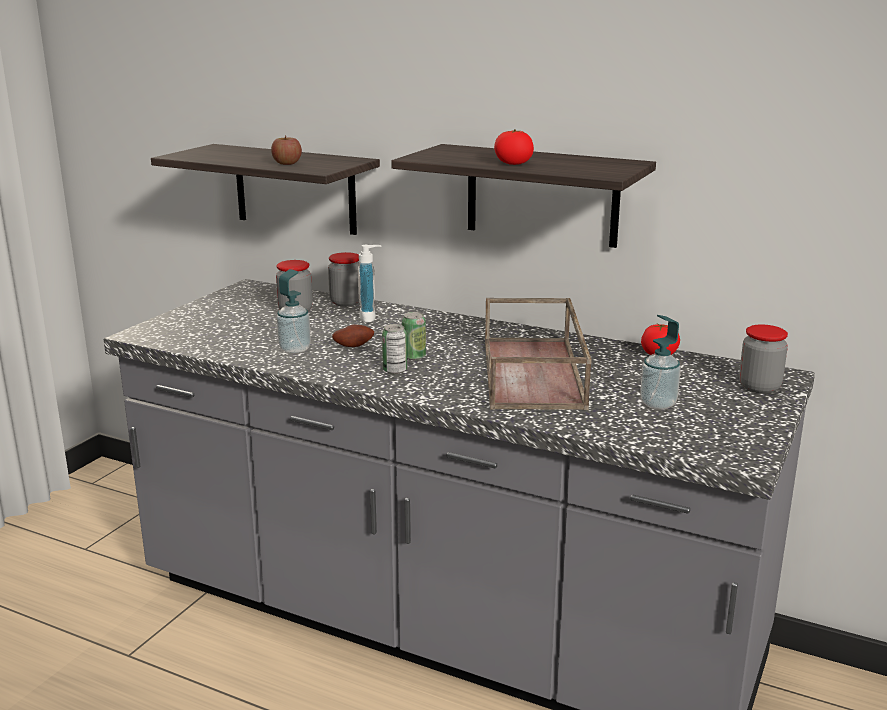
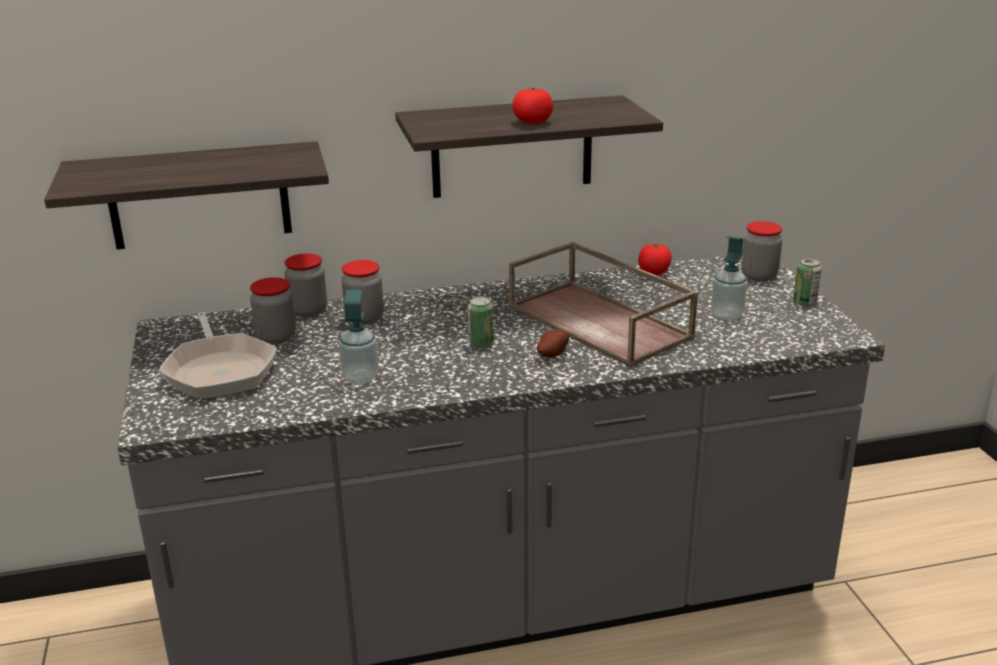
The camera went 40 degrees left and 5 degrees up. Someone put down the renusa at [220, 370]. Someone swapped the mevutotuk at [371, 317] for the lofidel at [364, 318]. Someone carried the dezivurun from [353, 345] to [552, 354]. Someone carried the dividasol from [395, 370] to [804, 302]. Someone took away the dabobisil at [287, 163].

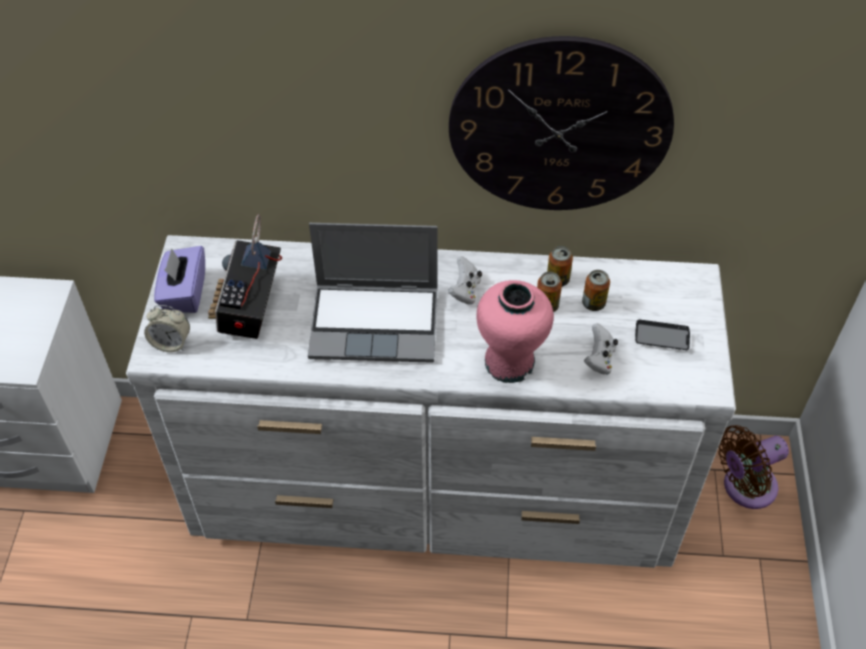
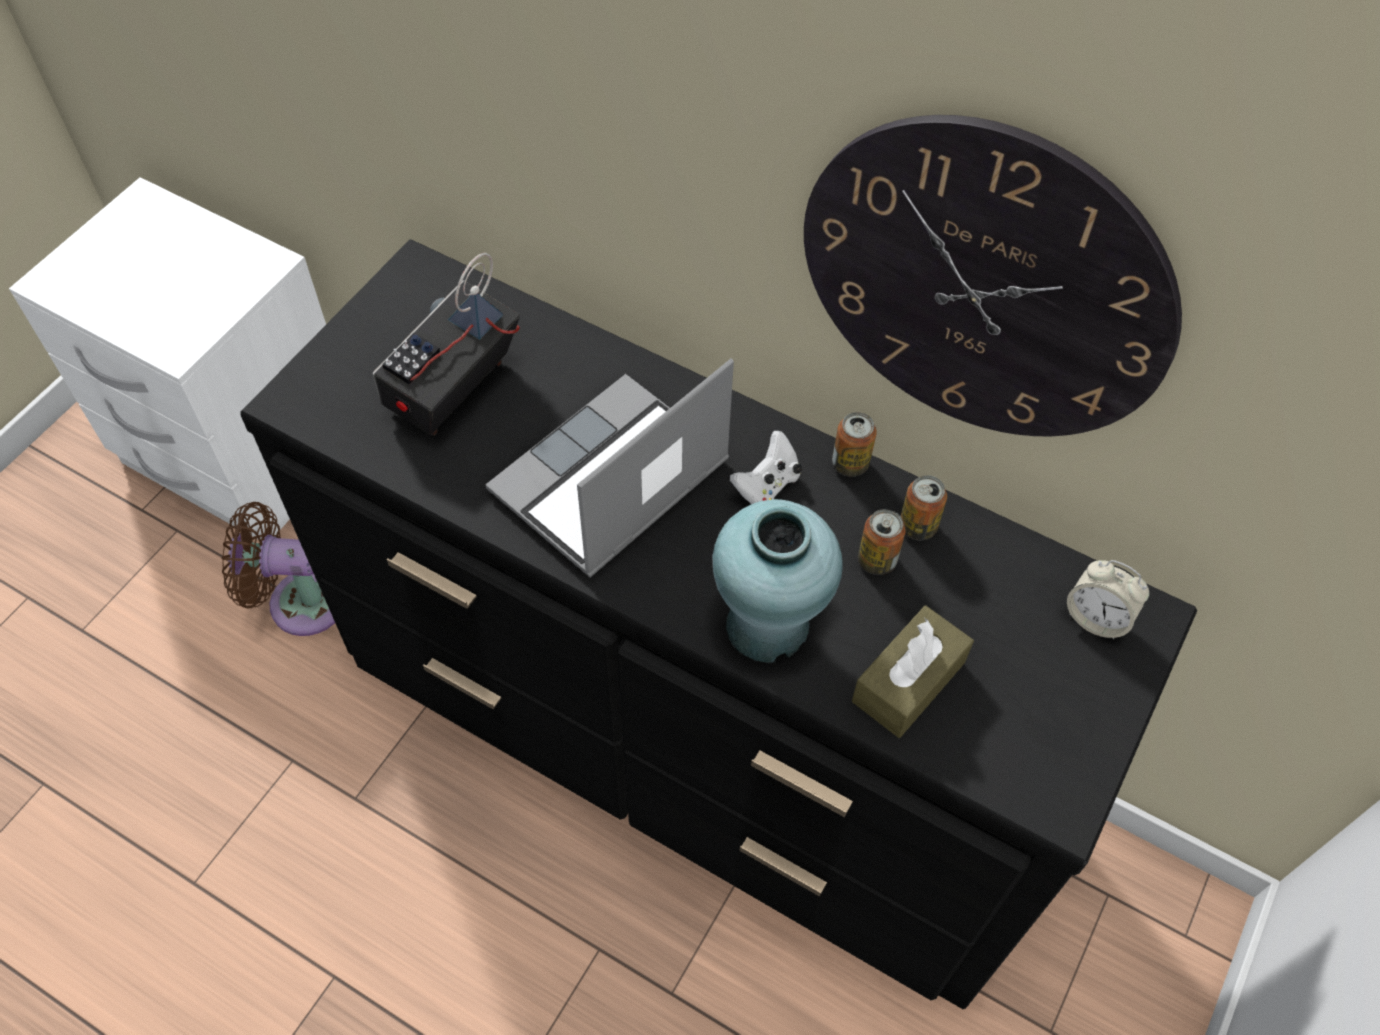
The camera went 25 degrees right and 5 degrees up. Someone carried the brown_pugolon from [744, 487] to [299, 602]. Someone repainted the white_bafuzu at [435, 488], which became the black_bafuzu at [689, 734]. Someone rotated the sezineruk at [376, 323] by 105 degrees clockwise. Someone repainted the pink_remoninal at [509, 362], which became the turquoise_remoninal at [768, 625]. Someone carried the dividasol from [593, 303] to [850, 464]. Someone swapped the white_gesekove at [599, 359] for the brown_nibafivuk at [908, 682]. Someone carried the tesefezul from [171, 343] to [1096, 617]. Someone took away the purple_nibafivuk at [184, 293]. Someone took away the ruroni at [662, 336].

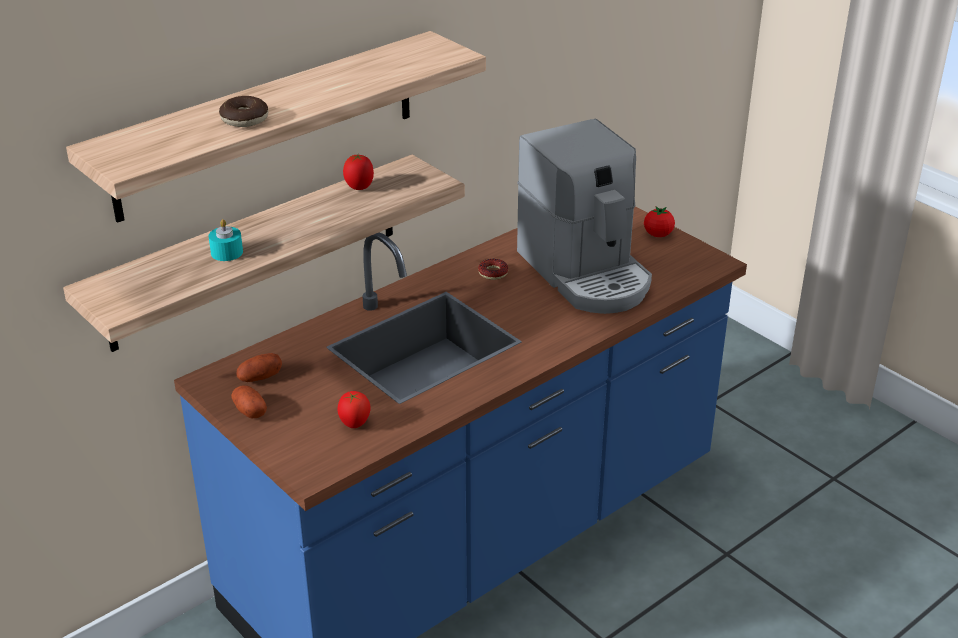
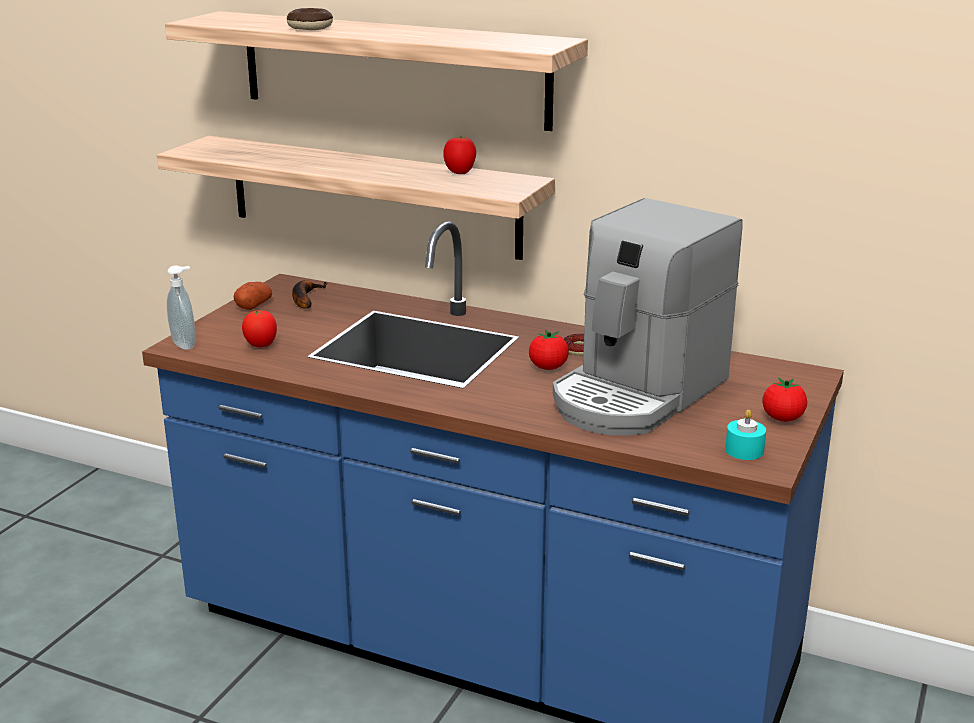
The camera went 65 degrees right and 10 degrees down. Someone put down the mevutotuk at [185, 344]. Someone swapped the dezivurun at [260, 377] for the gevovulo at [305, 298]. Someone put down the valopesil at [548, 367]. Someone carried the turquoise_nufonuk from [227, 252] to [744, 450].

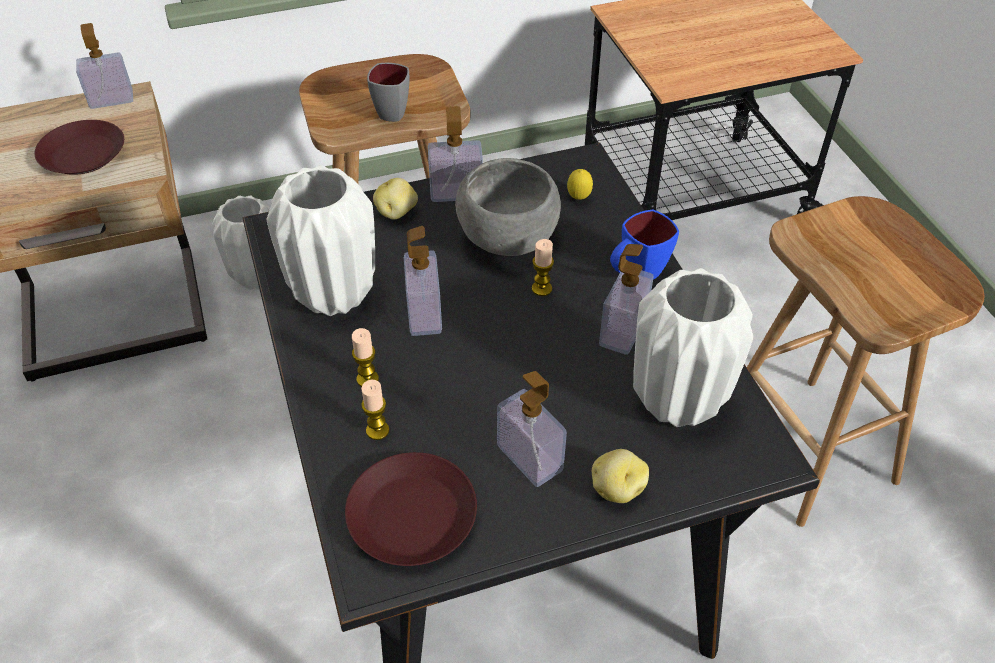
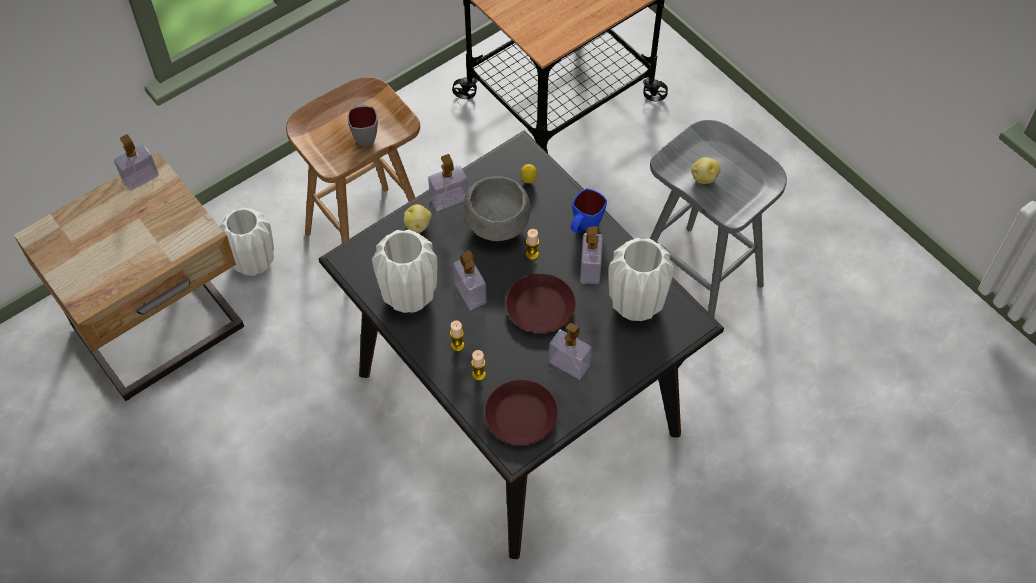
The camera went 20 degrees left and 10 degrees up. Someone carried the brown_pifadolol from [83, 155] to [541, 308]. Someone repainted the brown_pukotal at [809, 450], which became the grey_pukotal at [700, 280]. Someone carried the dezivurun from [616, 488] to [704, 177].

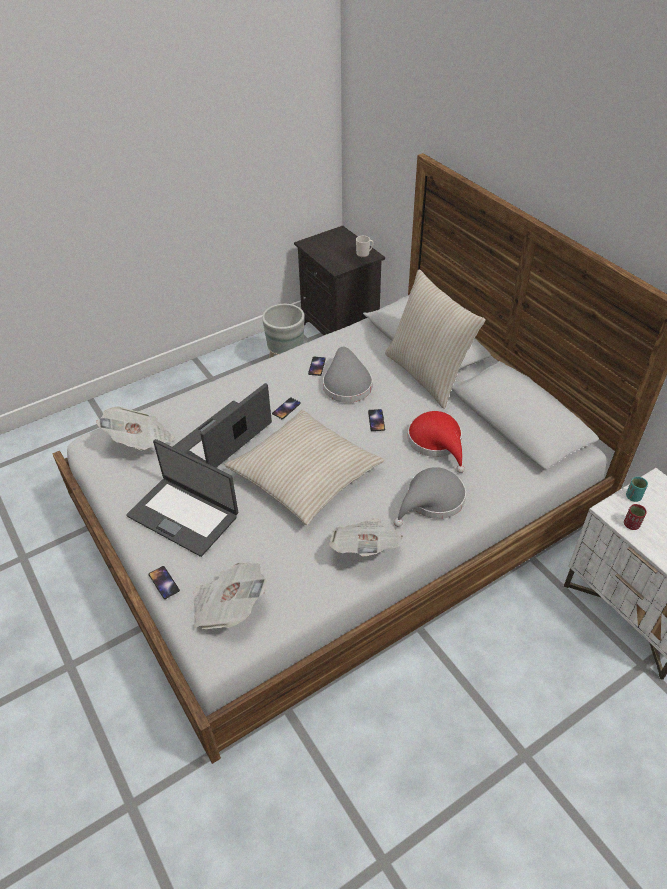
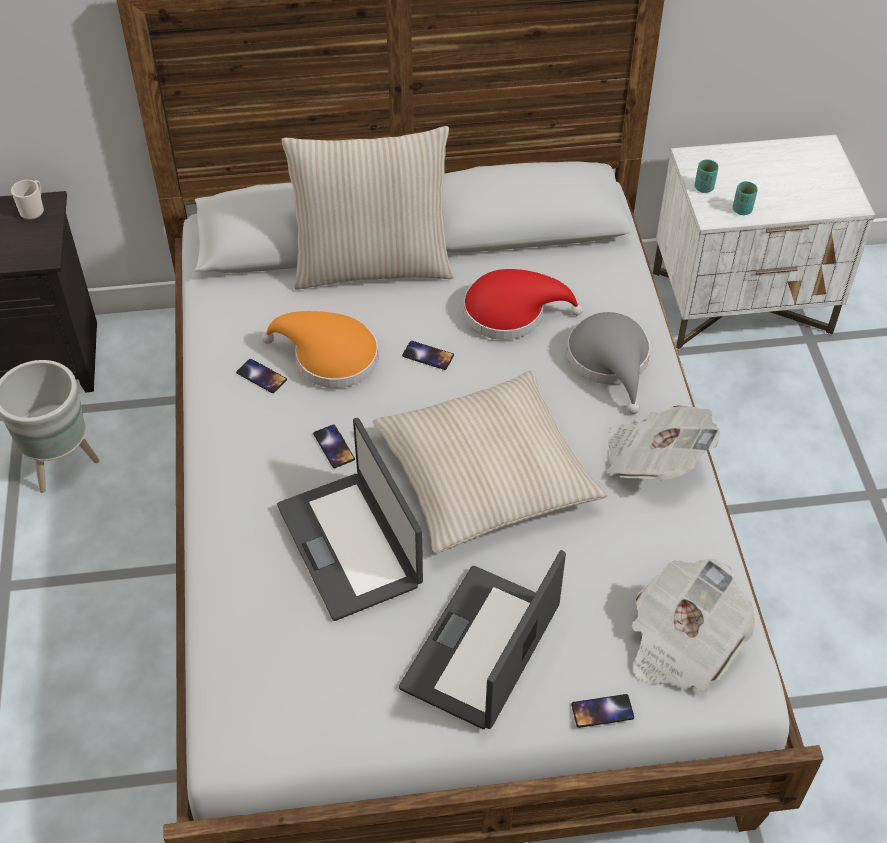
The camera went 65 degrees left and 5 degrees up. Someone repainted the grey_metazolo at [346, 384], which became the orange_metazolo at [329, 358]. Someone rotated the sezineruk at [184, 515] by 150 degrees clockwise. Someone repainted the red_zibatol at [631, 525], which became the turquoise_zibatol at [742, 210]. Someone took away the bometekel at [140, 441].

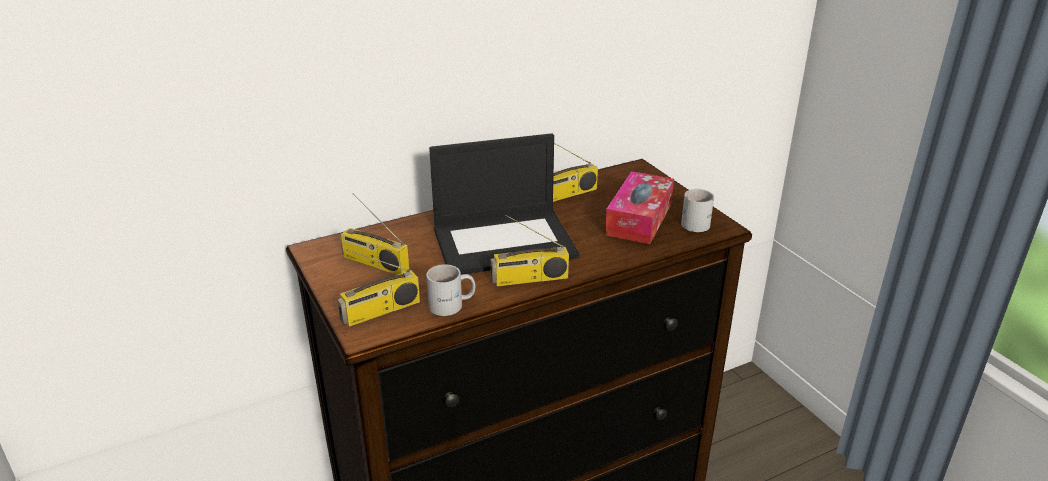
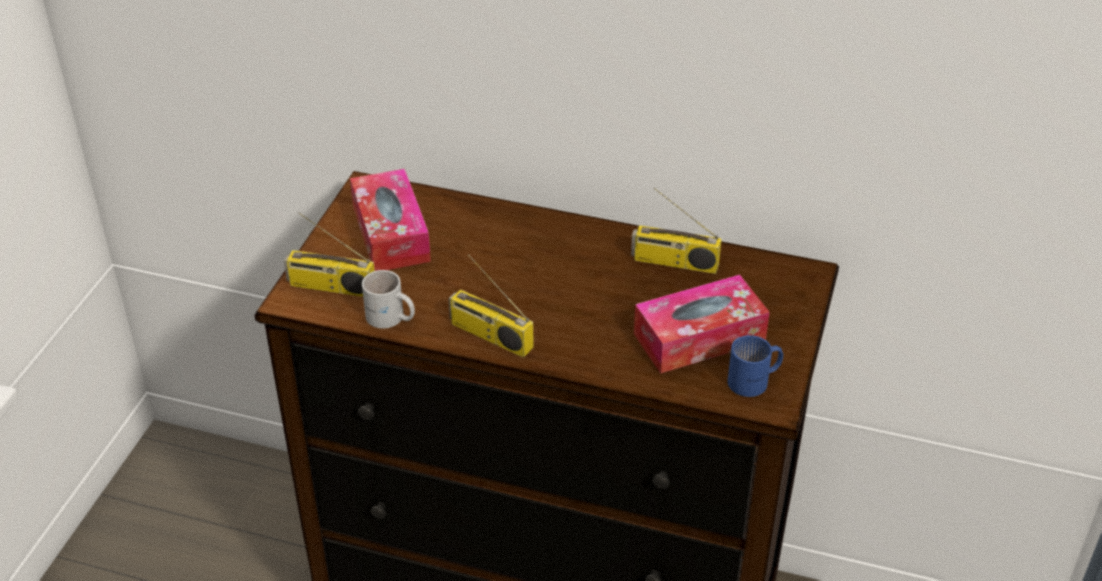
The camera went 45 degrees right and 10 degrees up. Someone swapped the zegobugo at [374, 263] for the nibafivuk at [391, 233]. Someone repainted the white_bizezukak at [698, 222], which became the blue_bizezukak at [755, 381]. Someone took away the sezineruk at [505, 241].

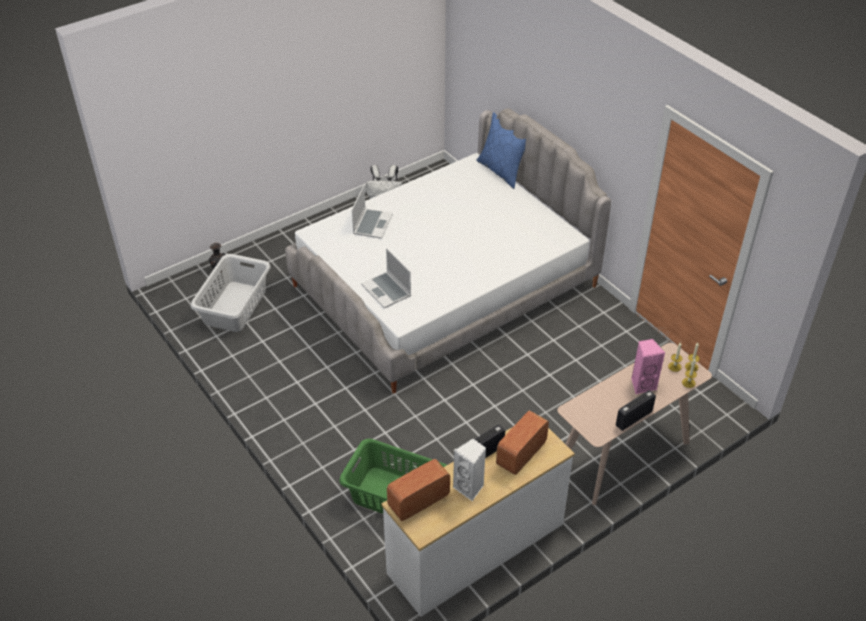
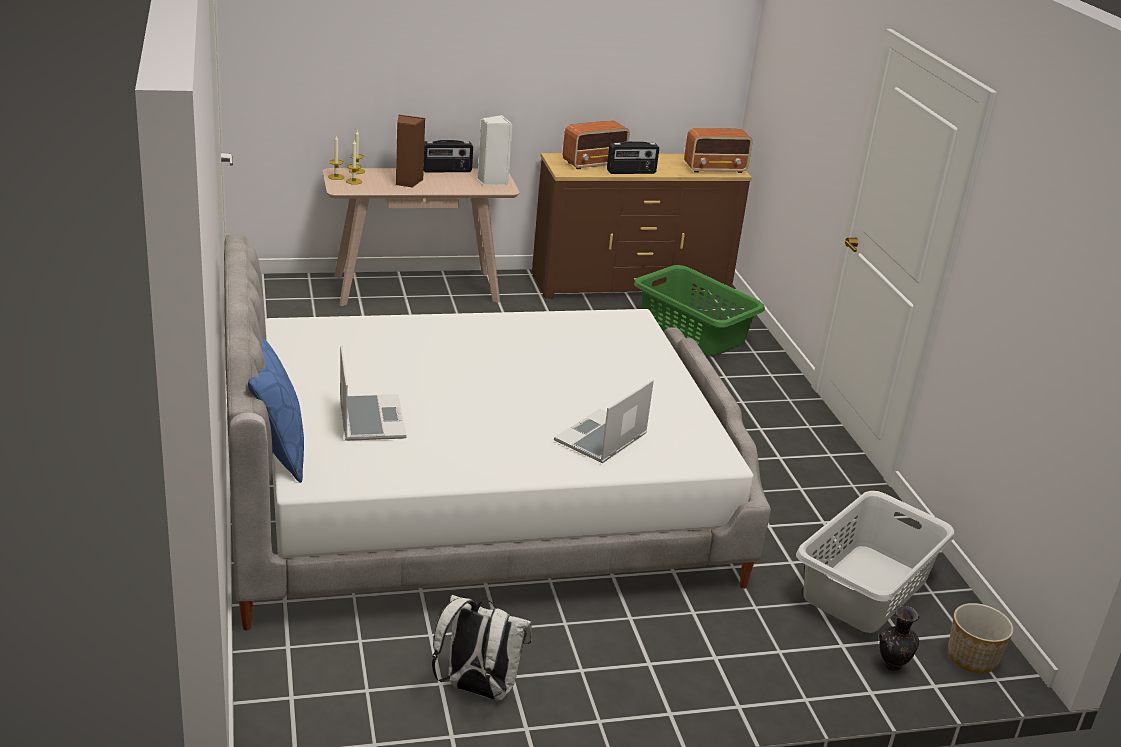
The camera went 160 degrees left and 15 degrees down. Someone carried the sezineruk from [387, 291] to [370, 419]. Someone repainted the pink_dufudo at [642, 384], which became the brown_dufudo at [407, 182]. Someone carried the white_dufudo from [470, 488] to [492, 181]. Someone repainted the white_bafuzu at [476, 549], which became the brown_bafuzu at [630, 283]. Someone put down the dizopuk at [972, 659].

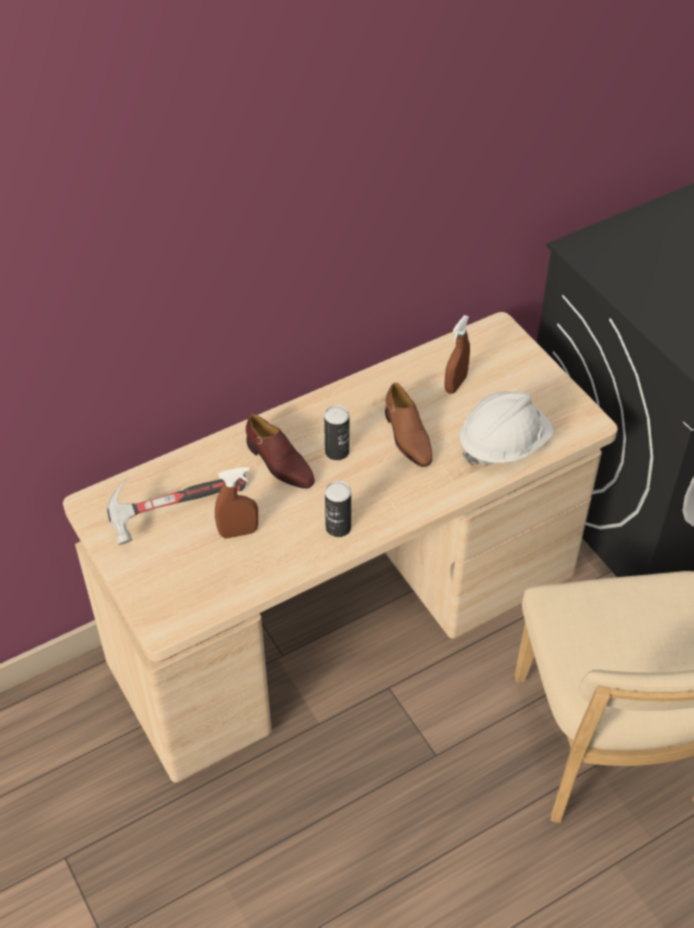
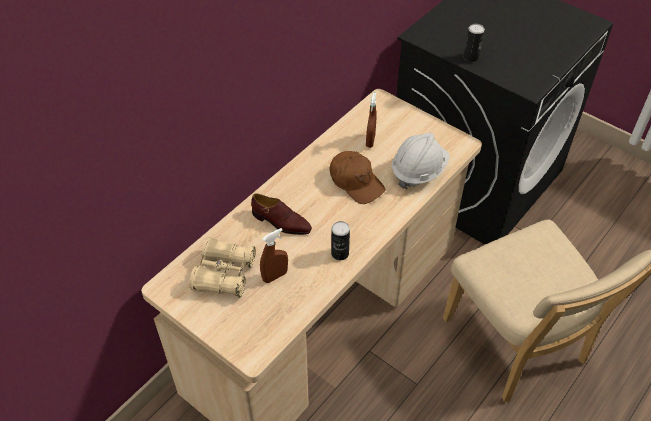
The camera went 20 degrees left and 0 degrees up. Someone swapped the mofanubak at [174, 511] for the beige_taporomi at [224, 274]. Someone swapped the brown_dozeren at [407, 437] for the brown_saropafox at [356, 182]. Someone carried the dividasol from [337, 451] to [471, 57].

